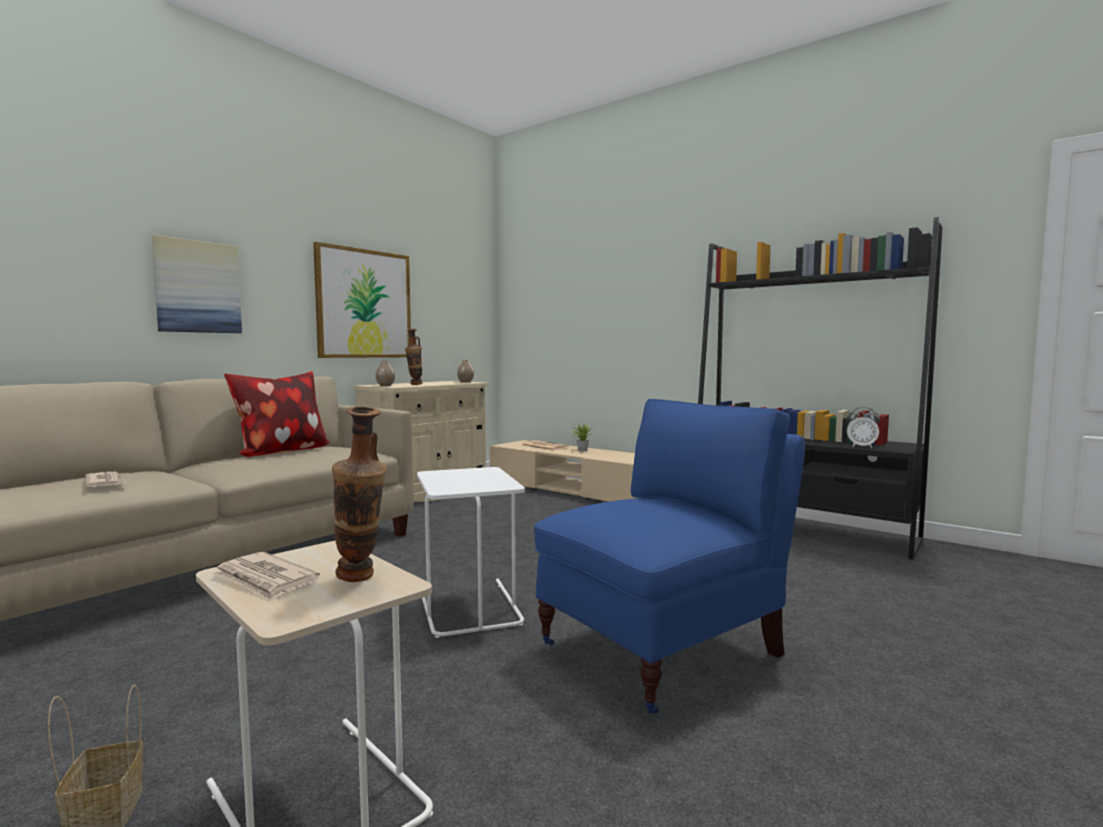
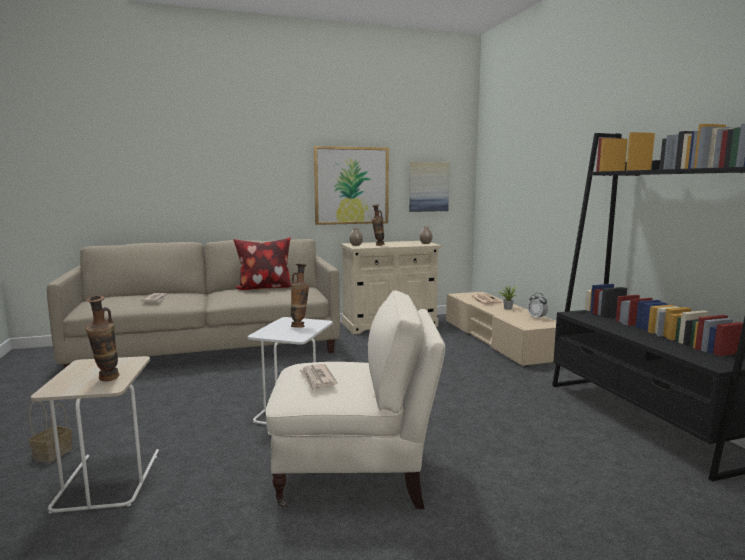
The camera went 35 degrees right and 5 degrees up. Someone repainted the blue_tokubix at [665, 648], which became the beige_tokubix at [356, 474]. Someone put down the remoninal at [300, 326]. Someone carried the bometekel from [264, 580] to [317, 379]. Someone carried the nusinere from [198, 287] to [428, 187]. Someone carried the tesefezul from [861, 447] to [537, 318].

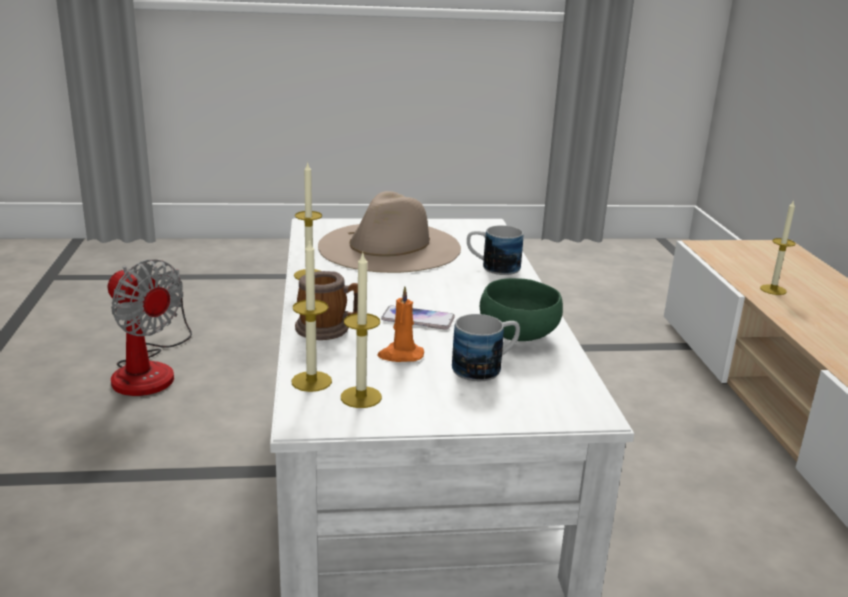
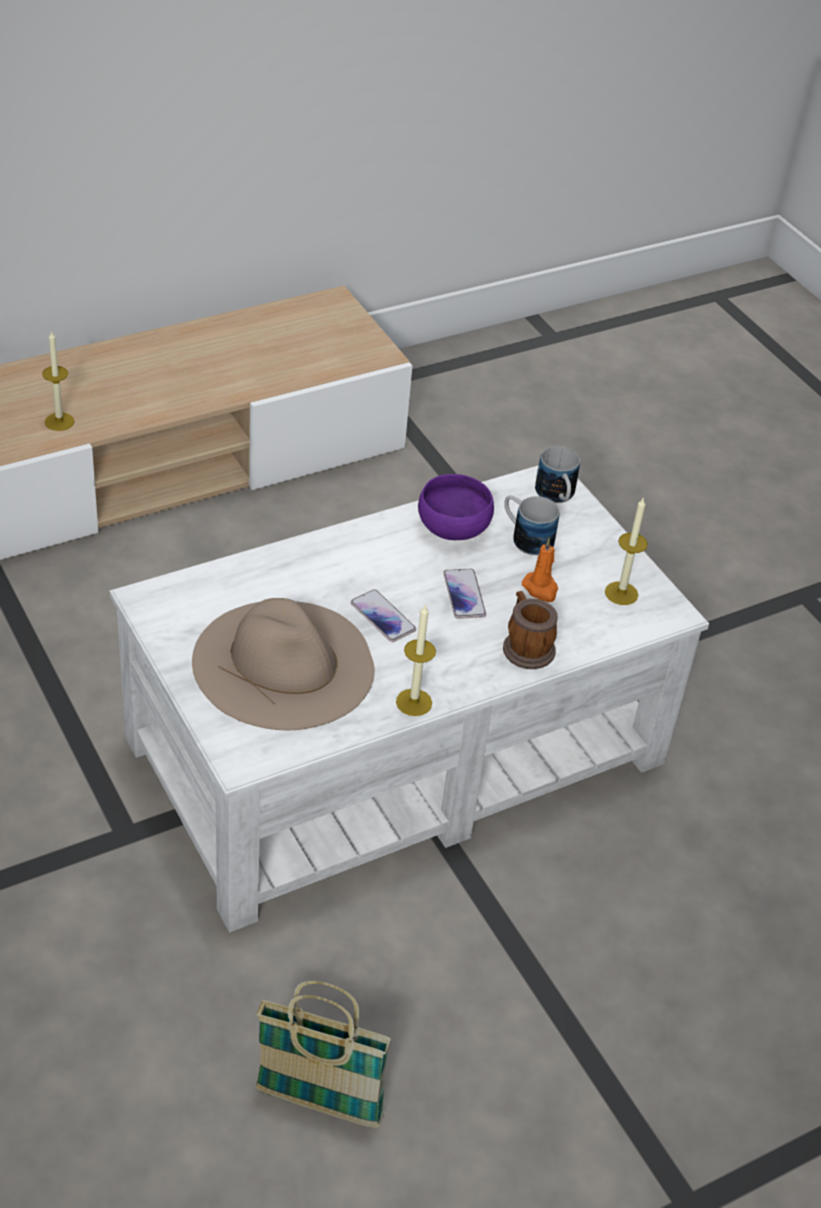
The camera went 115 degrees left and 20 degrees up. Someone swapped the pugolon at [150, 369] for the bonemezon at [318, 1104]. Someone put down the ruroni at [383, 617]. Someone repainted the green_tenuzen at [520, 336], which became the purple_tenuzen at [453, 527]. Someone carried the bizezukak from [492, 267] to [557, 497]. Someone took away the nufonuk at [311, 381].

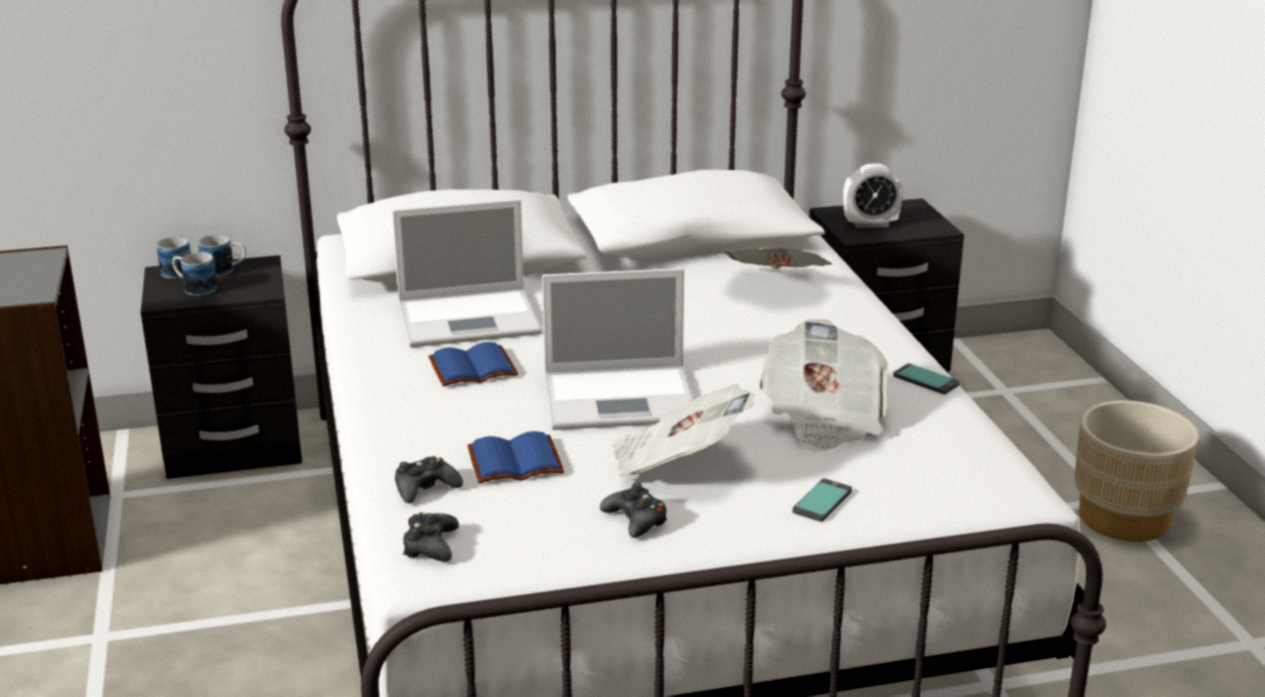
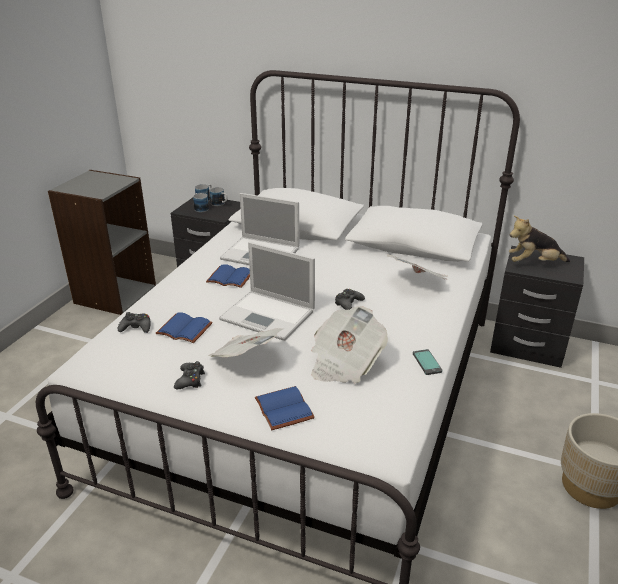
The camera went 35 degrees right and 5 degrees up. Someone swapped the ruroni at [822, 501] for the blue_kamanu at [282, 409]. Someone carried the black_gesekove from [430, 545] to [348, 303]. Someone swapped the tesefezul at [870, 224] for the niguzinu at [534, 263].

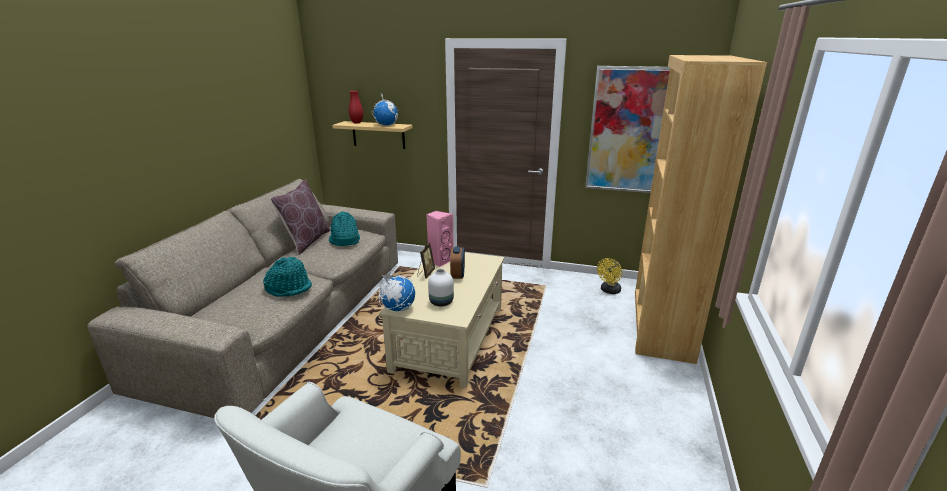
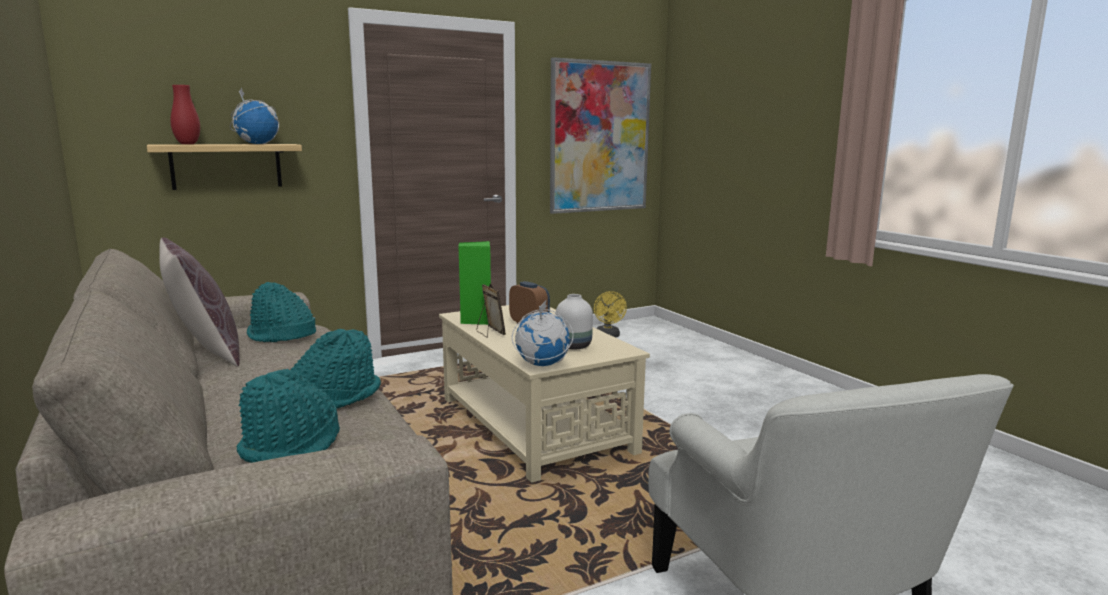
The camera went 45 degrees left and 10 degrees down. Someone put down the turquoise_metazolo at [291, 446]. Someone repainted the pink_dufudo at [440, 261], which became the green_dufudo at [476, 320]. Someone took away the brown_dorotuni at [660, 324].

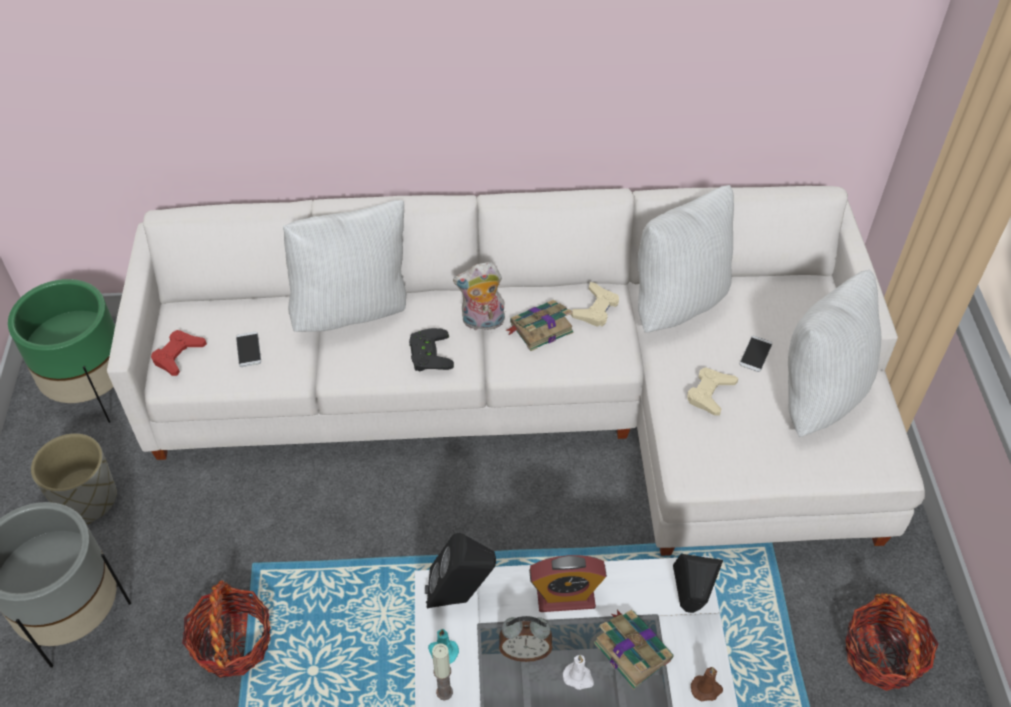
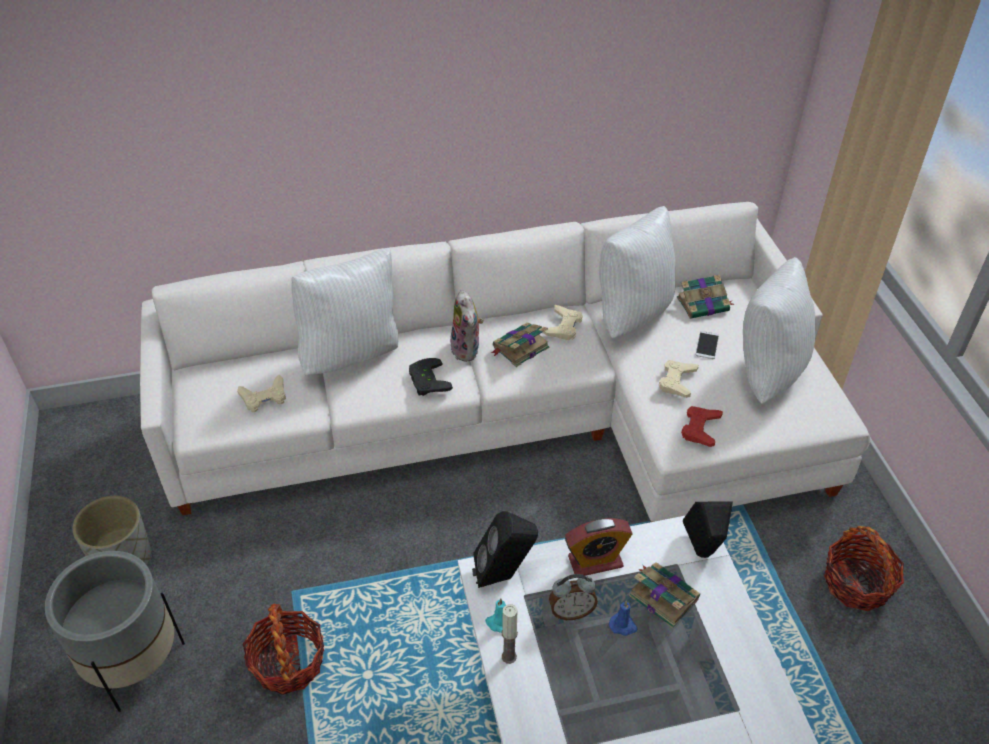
The camera went 10 degrees left and 5 degrees down. Someone swapped the ruroni at [248, 349] for the beige_gesekove at [264, 397]. Someone rotated the niguzinu at [482, 322] by 90 degrees counterclockwise. Someone repainted the white_nufonuk at [579, 677], which became the blue_nufonuk at [623, 626]. Someone put down the kamanu at [704, 304]. Someone carried the red_gesekove from [178, 355] to [700, 428]. Someone took away the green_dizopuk at [93, 391]. Someone took away the brown_nufonuk at [706, 689].

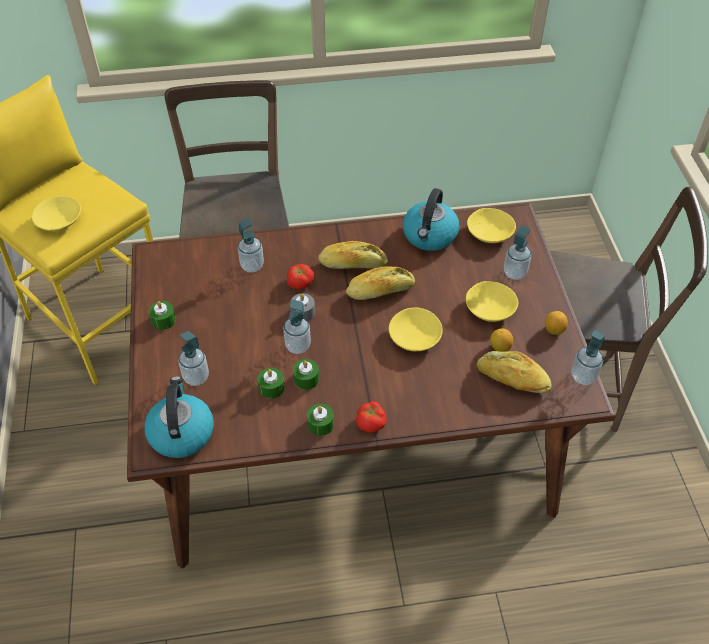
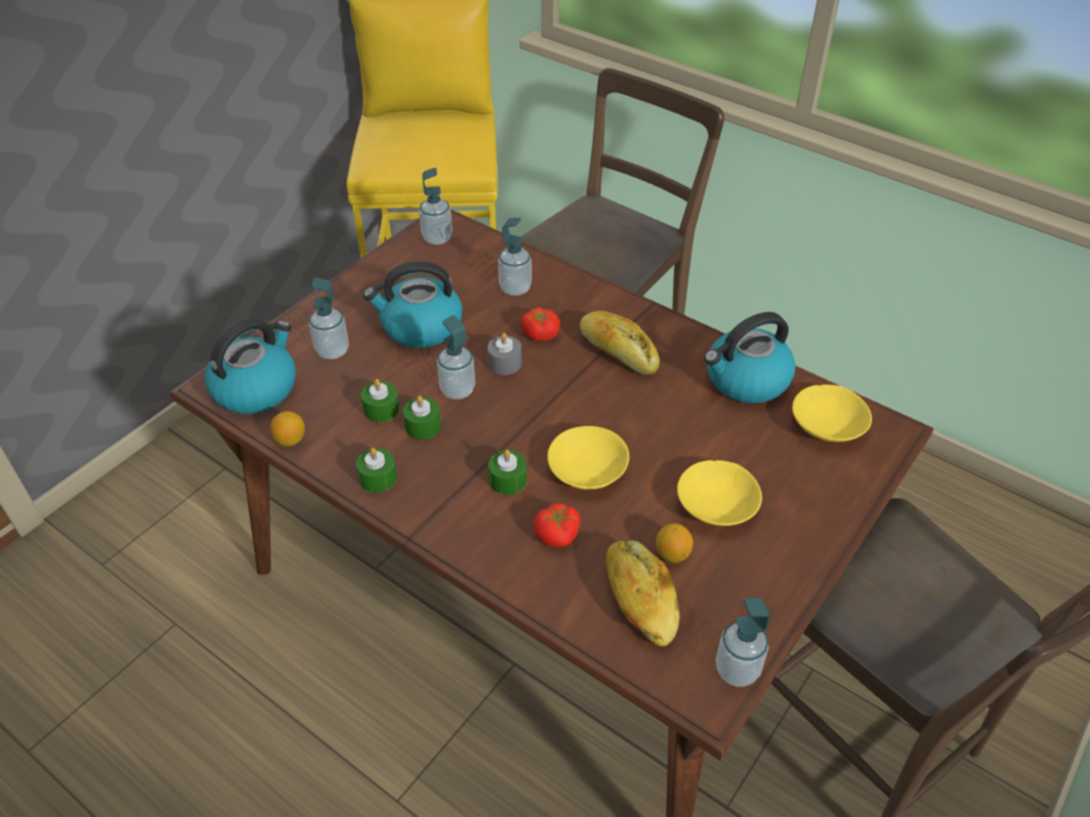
The camera went 45 degrees right and 5 degrees down. Someone carried the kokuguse from [554, 330] to [290, 440]. Someone put down the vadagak at [420, 327]. Someone carried the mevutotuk from [514, 273] to [437, 238]. Someone carried the green_nufonuk from [163, 320] to [508, 480]. Someone carried the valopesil from [371, 422] to [558, 535]. Someone took away the yellow_tenuzen at [58, 221]. Someone took away the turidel at [380, 291].

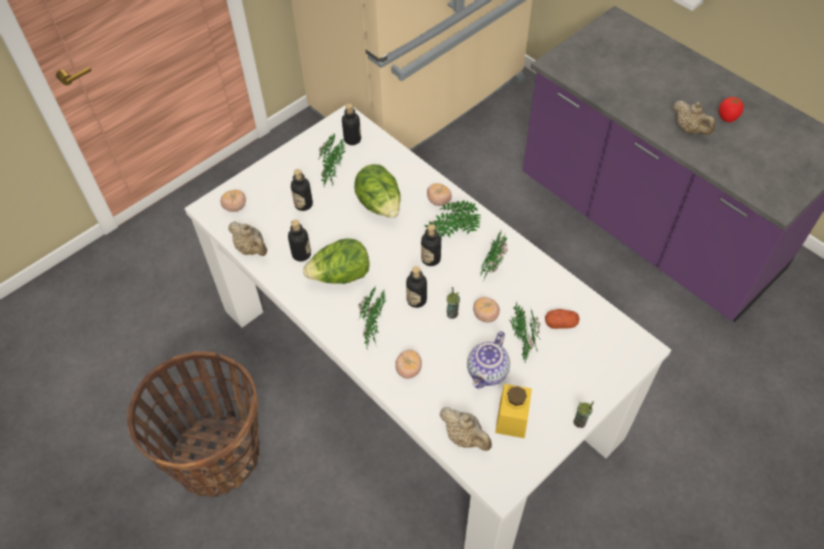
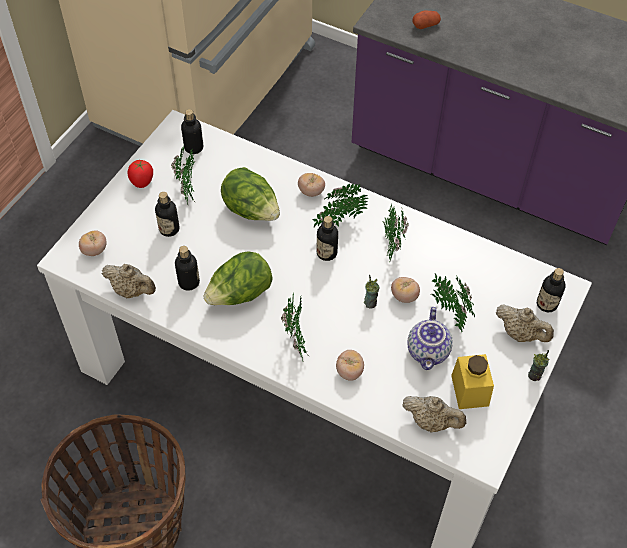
The camera went 20 degrees left and 0 degrees up. Someone carried the valopesil from [727, 117] to [142, 182]. Someone carried the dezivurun from [561, 323] to [425, 25]. Someone carried the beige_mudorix from [689, 129] to [520, 334]. Someone carried the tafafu from [416, 300] to [546, 304].

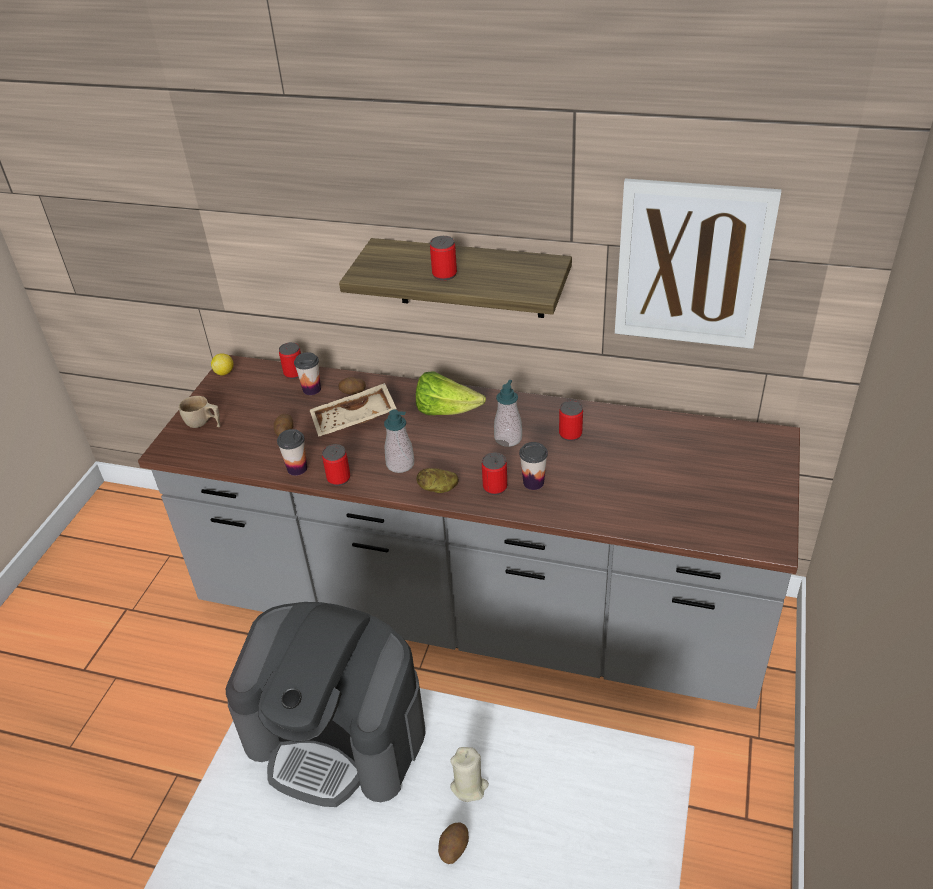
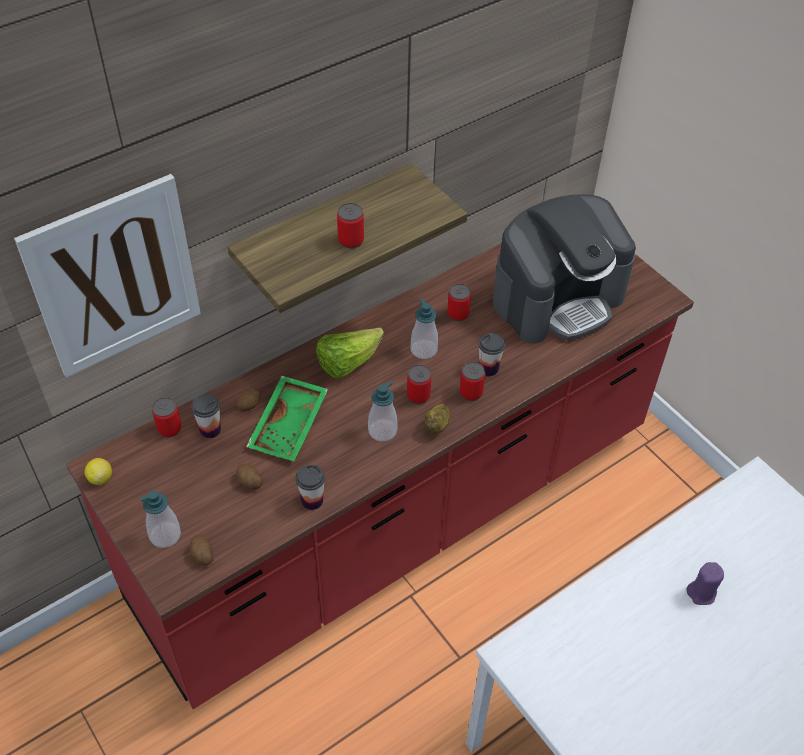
The camera went 55 degrees left and 10 degrees up. Someone carried the nusinere from [691, 265] to [114, 277]. Someone repainted the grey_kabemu at [477, 611], which became the red_kabemu at [398, 516]. Someone swapped the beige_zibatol at [203, 423] for the mevutotuk at [165, 535]. Someone carried the dezivurun from [453, 848] to [202, 555]. Someone repainted the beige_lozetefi at [354, 420], which became the green_lozetefi at [290, 426]. Someone carried the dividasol from [338, 478] to [418, 395]. Someone carried the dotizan from [337, 735] to [557, 299]. Someone repainted the beige_nufonuk at [469, 786], which became the purple_nufonuk at [701, 593].

